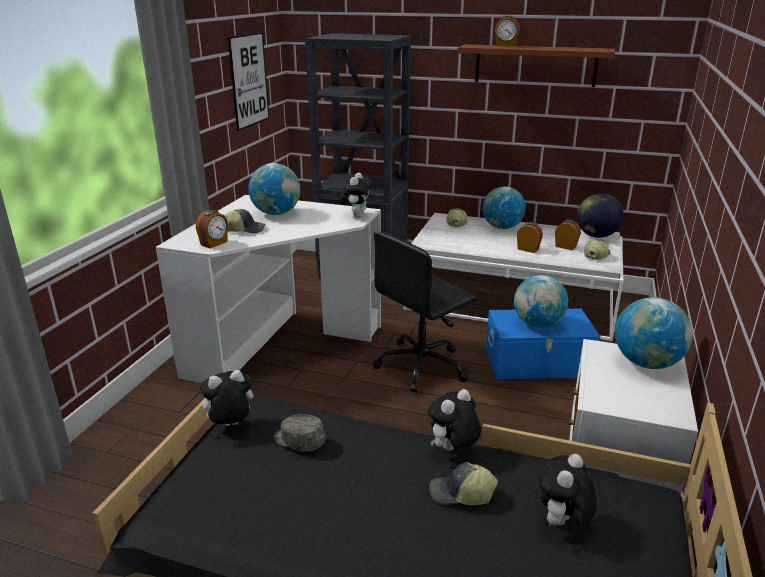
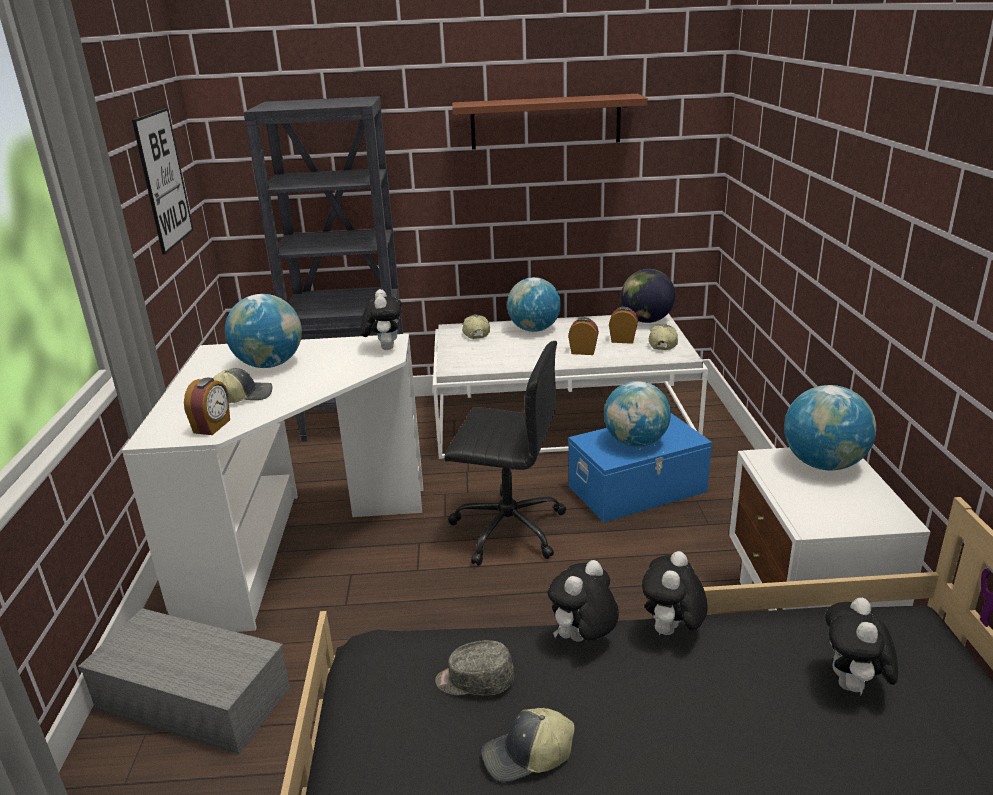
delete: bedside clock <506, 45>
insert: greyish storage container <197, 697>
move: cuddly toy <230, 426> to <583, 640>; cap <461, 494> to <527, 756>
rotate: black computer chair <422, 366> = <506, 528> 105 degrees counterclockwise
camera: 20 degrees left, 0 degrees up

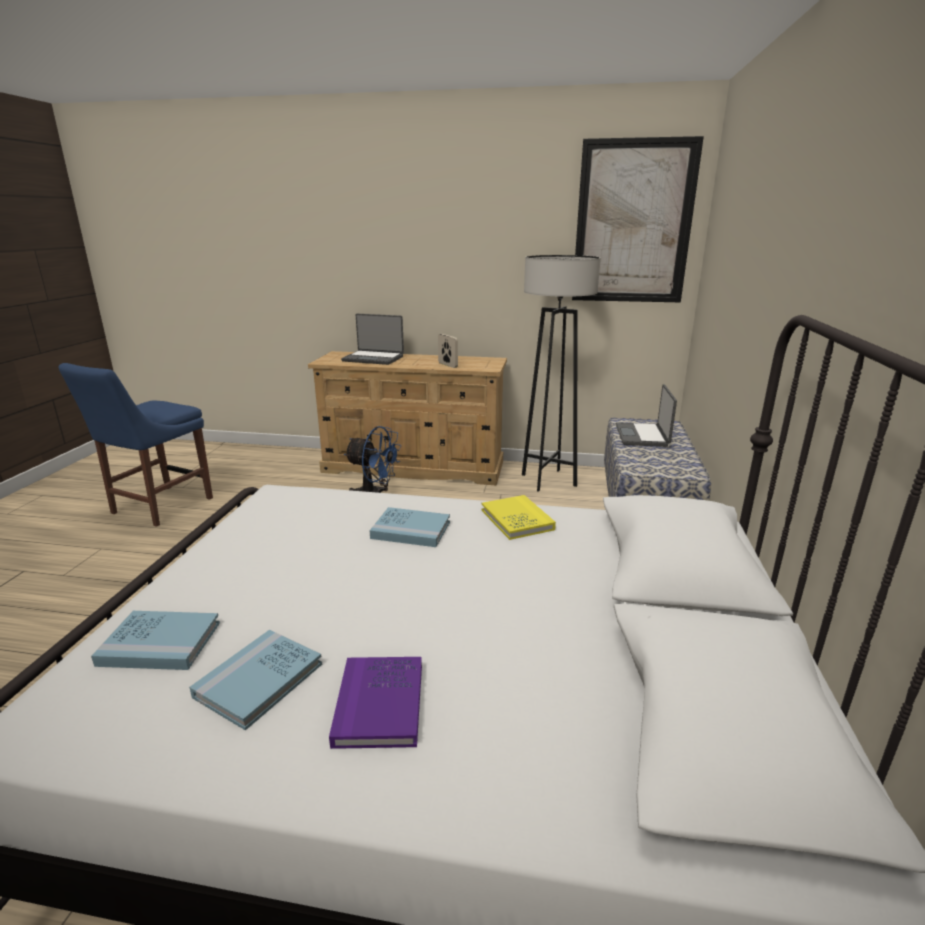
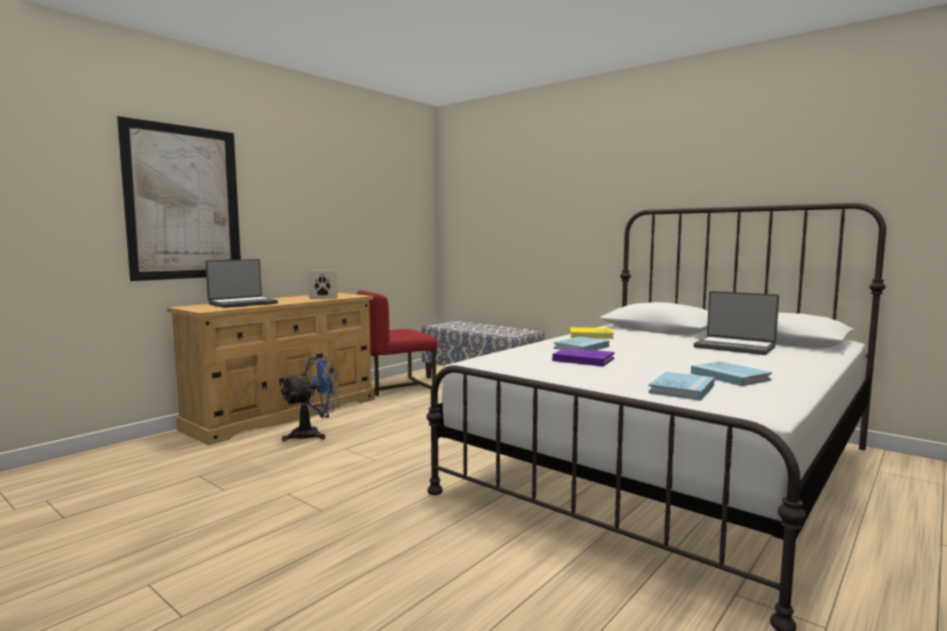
delete: bluish chair <158, 507>
move: purple-coloured bound book <379, 704> to <583, 360>; wall picture <633, 223> to <184, 203>; laptop <643, 436> to <735, 347>
replace: greyish standard lamp <548, 480> to red chair <396, 387>
camera: 60 degrees left, 15 degrees down

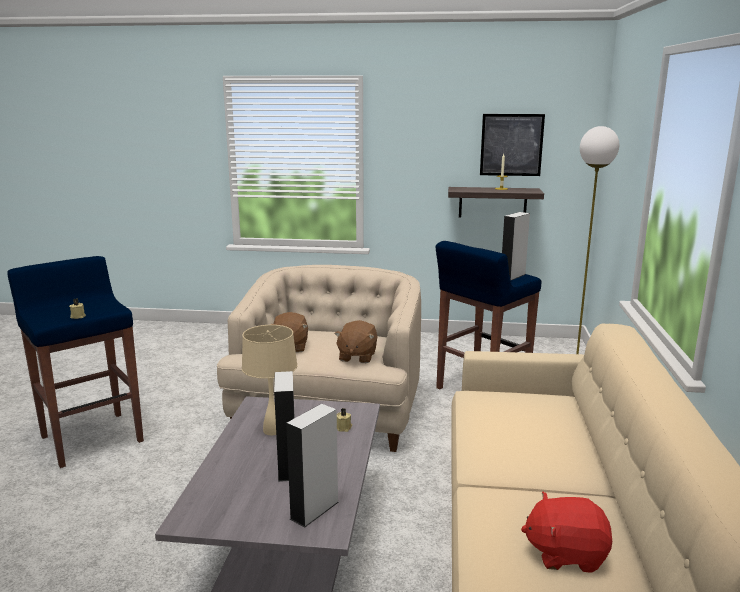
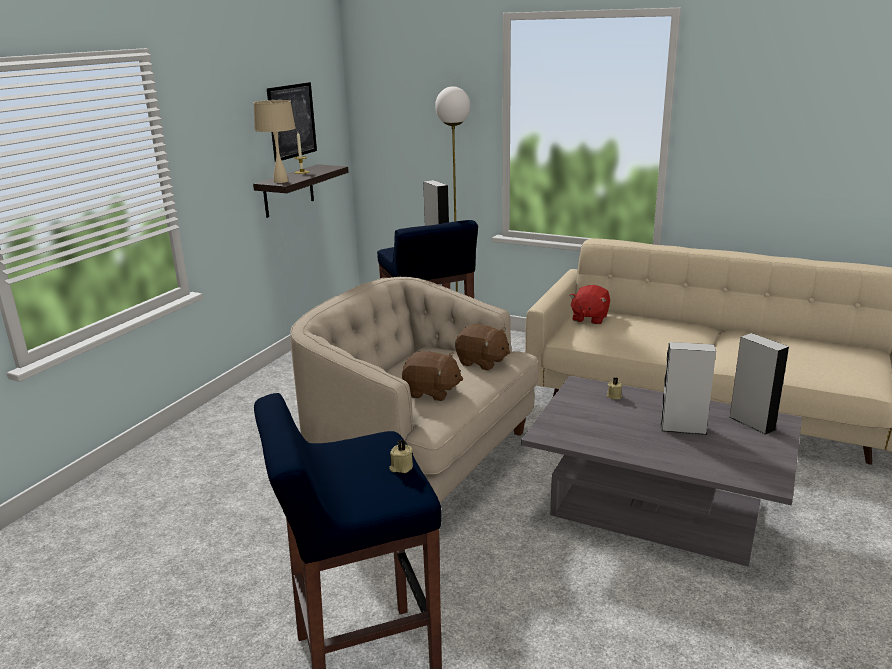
move: sand-coloured lamp for a table <272, 430> to <280, 181>; red cuddly toy <565, 553> to <589, 318>
camera: 70 degrees left, 5 degrees up

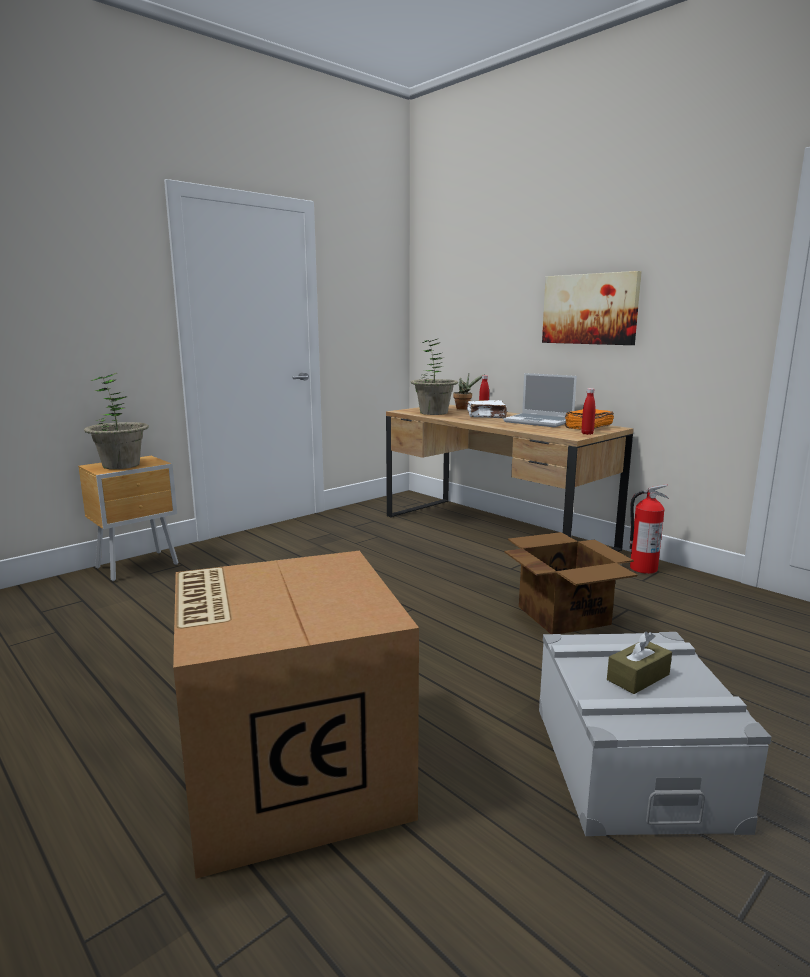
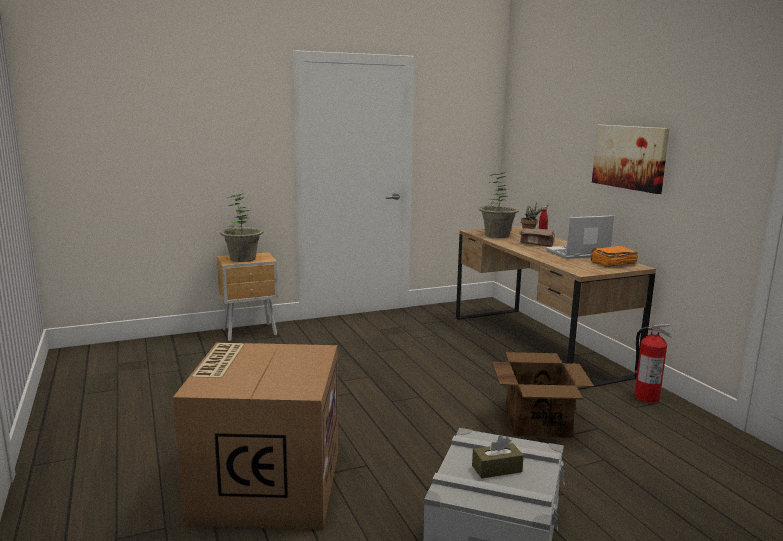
delete: red beverage bottle <587, 433>
recolor: white bound book <487, 417> to brown-coloured bound book <537, 243>
rotate: laptop <540, 422> = <577, 253> 105 degrees clockwise
camera: 20 degrees right, 0 degrees up

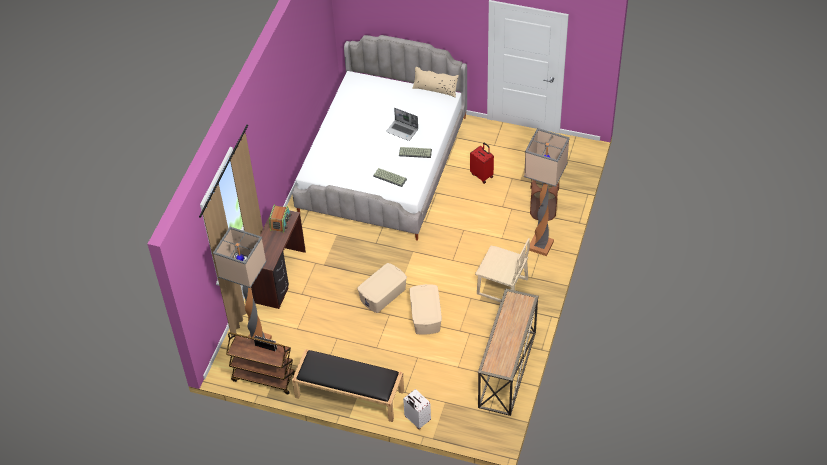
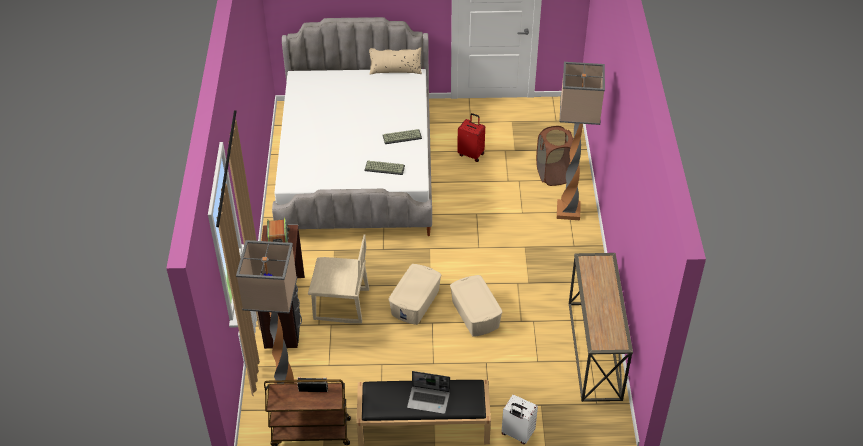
move: laptop <402, 130> to <429, 400>; sand-coloured chair <502, 287> to <341, 305>
camera: 20 degrees left, 5 degrees down

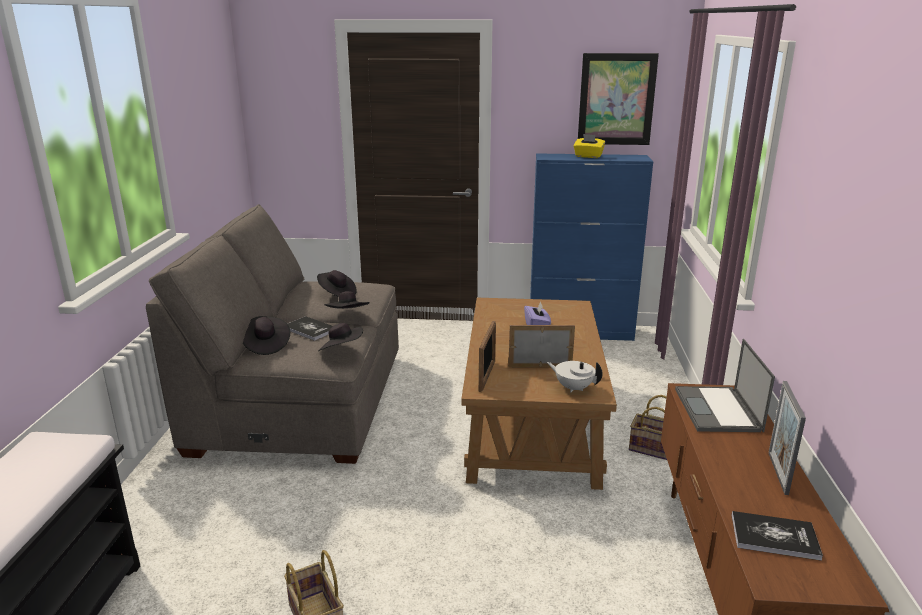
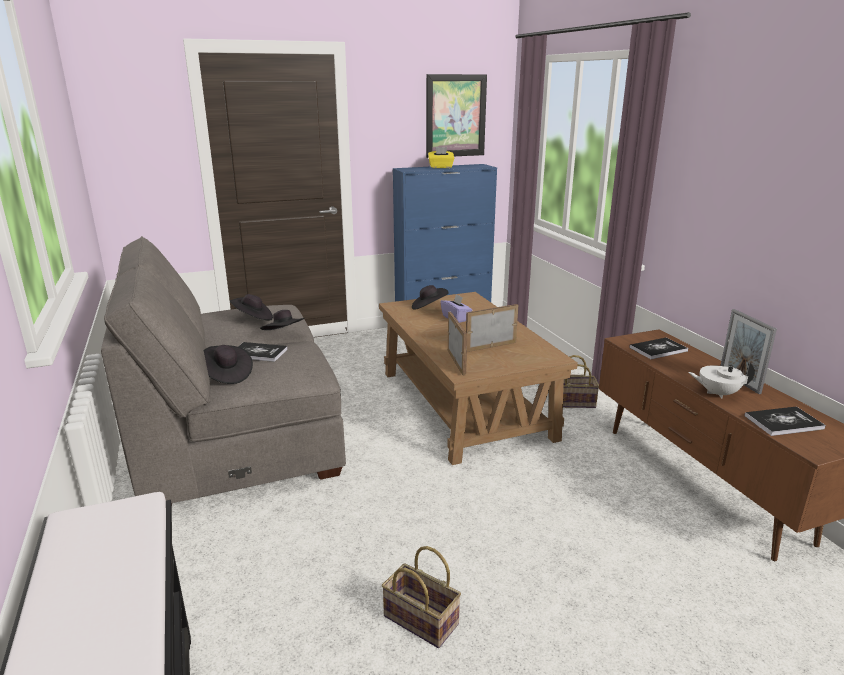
move: black hat <341, 350> to <429, 307>; white pot for tea <573, 388> to <717, 393>
replace: laptop <718, 410> to bound book <658, 349>
camera: 25 degrees left, 0 degrees up

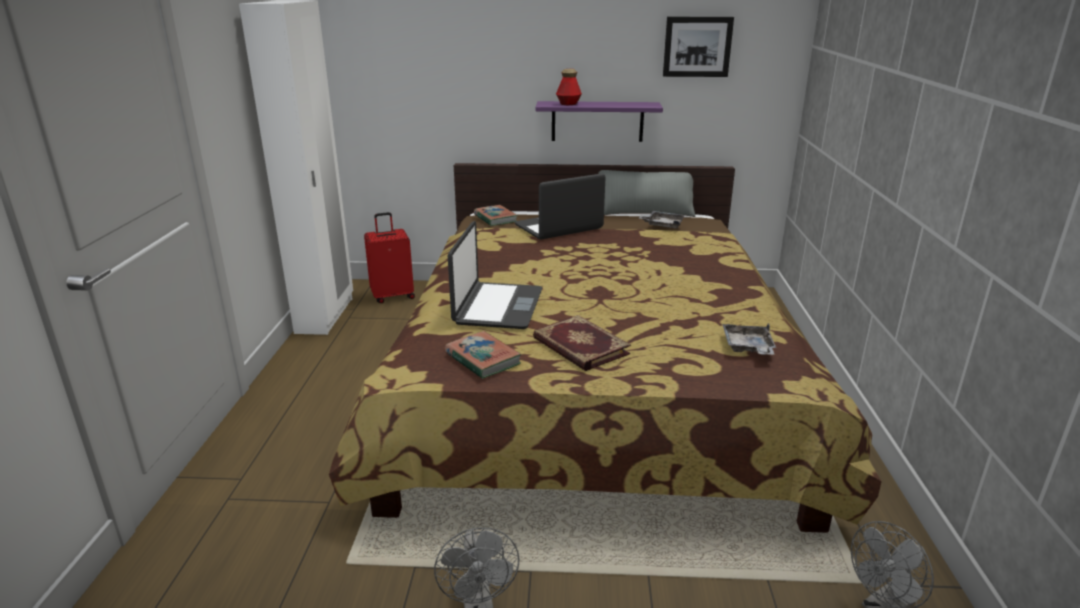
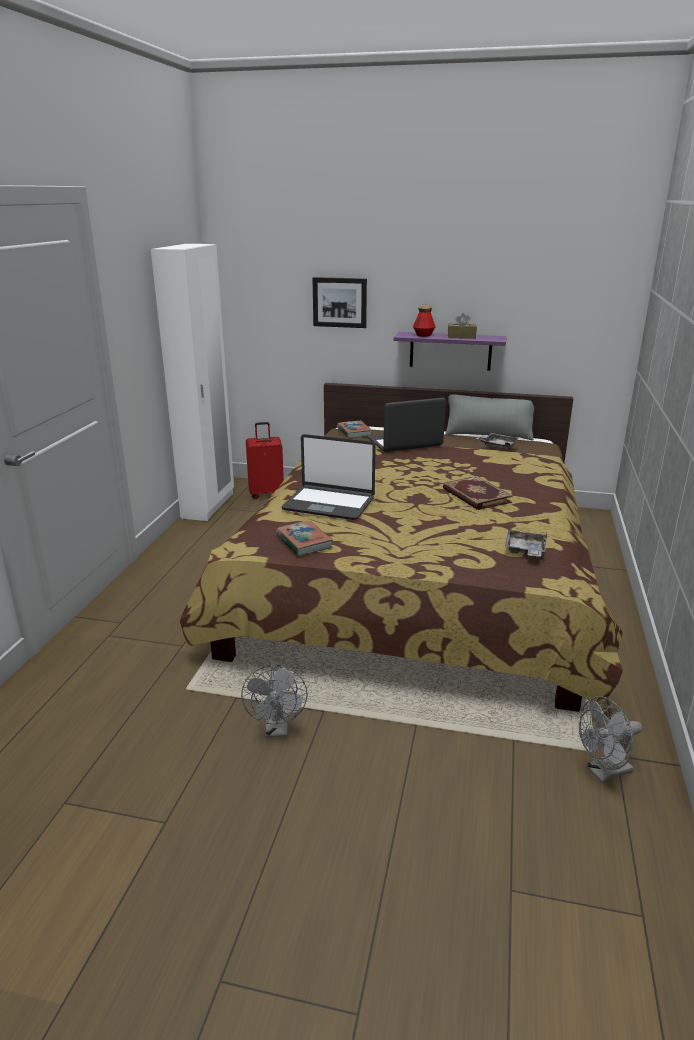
insert: brown-coloured tissue holder <461, 337>
move: bound book <579, 346> to <475, 496>; wall picture <697, 46> to <340, 302>
rotate: laptop <497, 307> = <329, 503> 90 degrees clockwise
camera: 10 degrees right, 0 degrees up

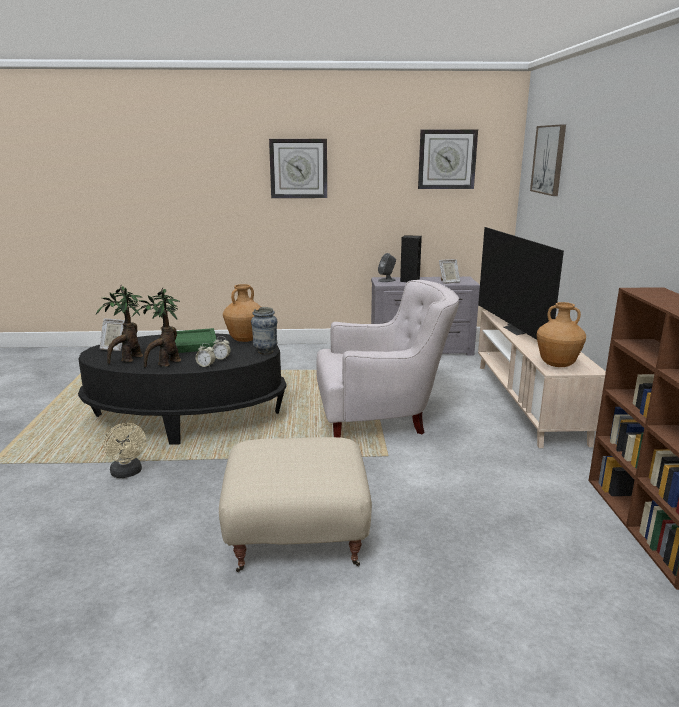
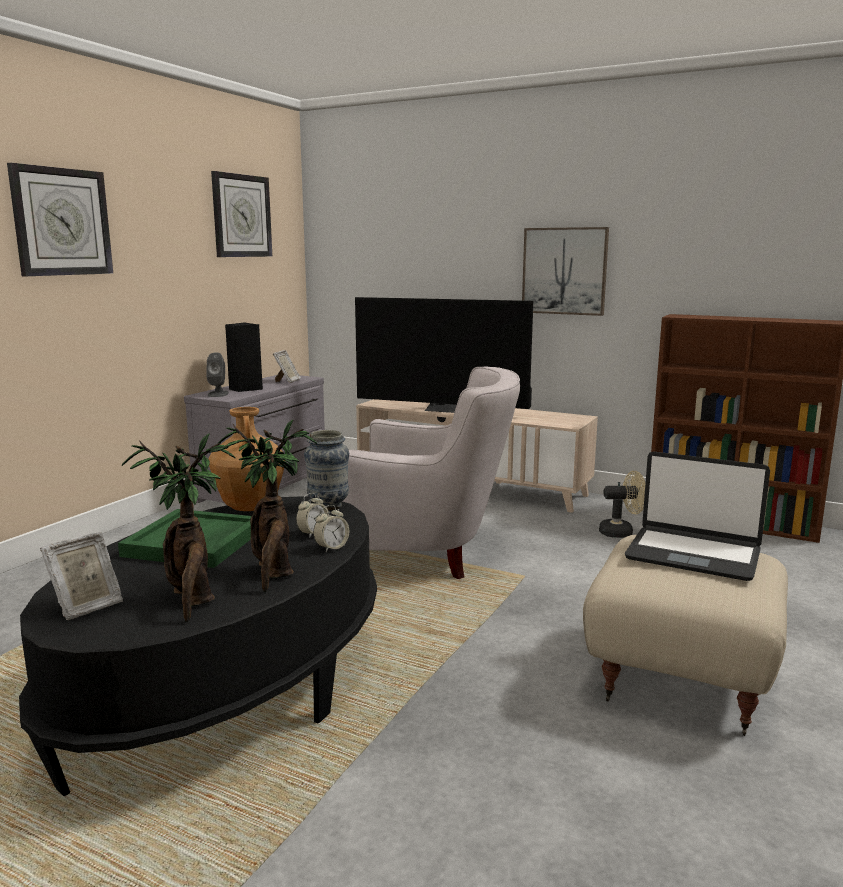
delete: brown-coloured flower vase <556, 365>
insert: laptop <693, 554>
move: sand-coloured fan <127, 473> to <621, 532>; wall picture <549, 160> to <564, 271>
rotate: white lounge chair <381, 417> = <421, 553> 75 degrees clockwise
camera: 60 degrees left, 5 degrees down

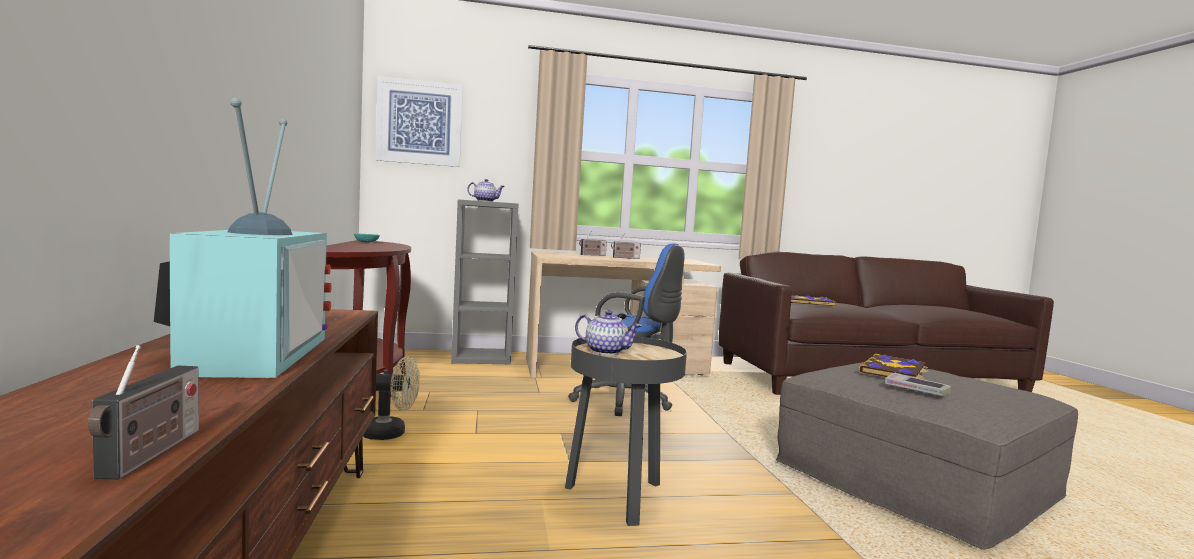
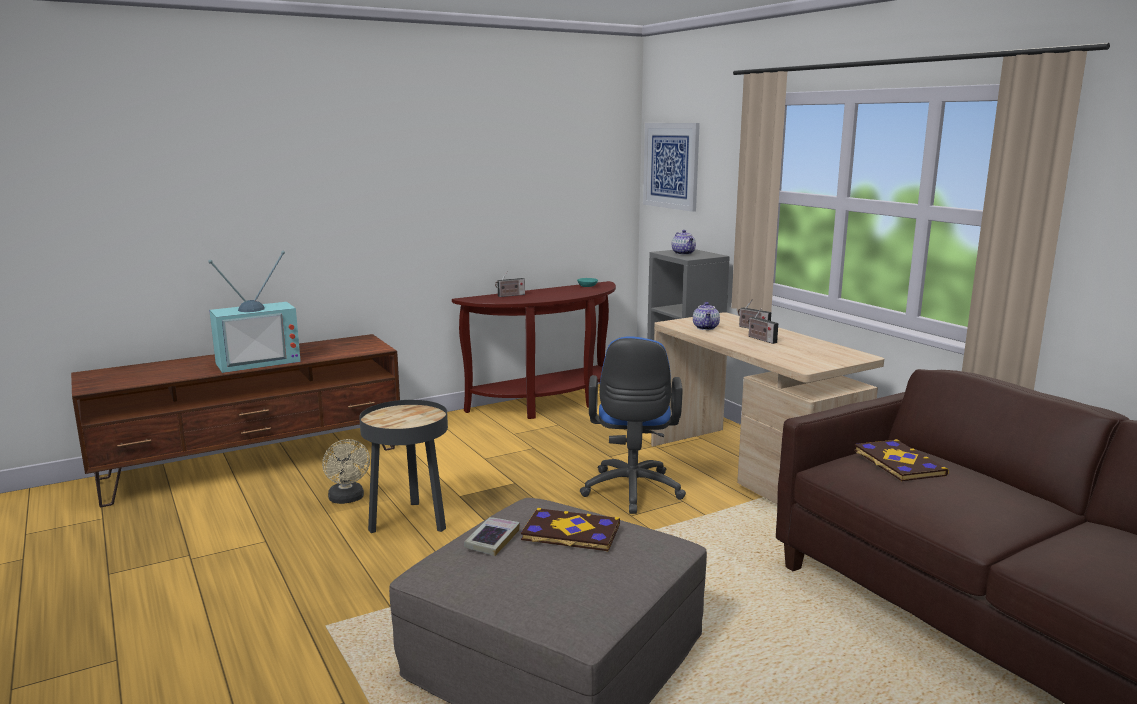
move: radio set <149, 455> to <510, 295>; sand-coloured fan <391, 433> to <347, 499>; pot for tea <606, 351> to <706, 328>
camera: 70 degrees right, 10 degrees up

